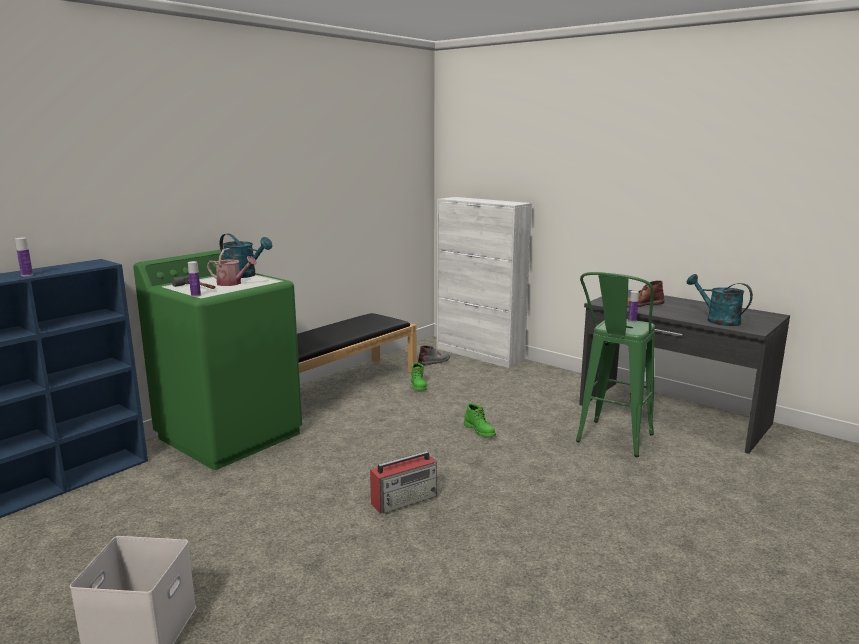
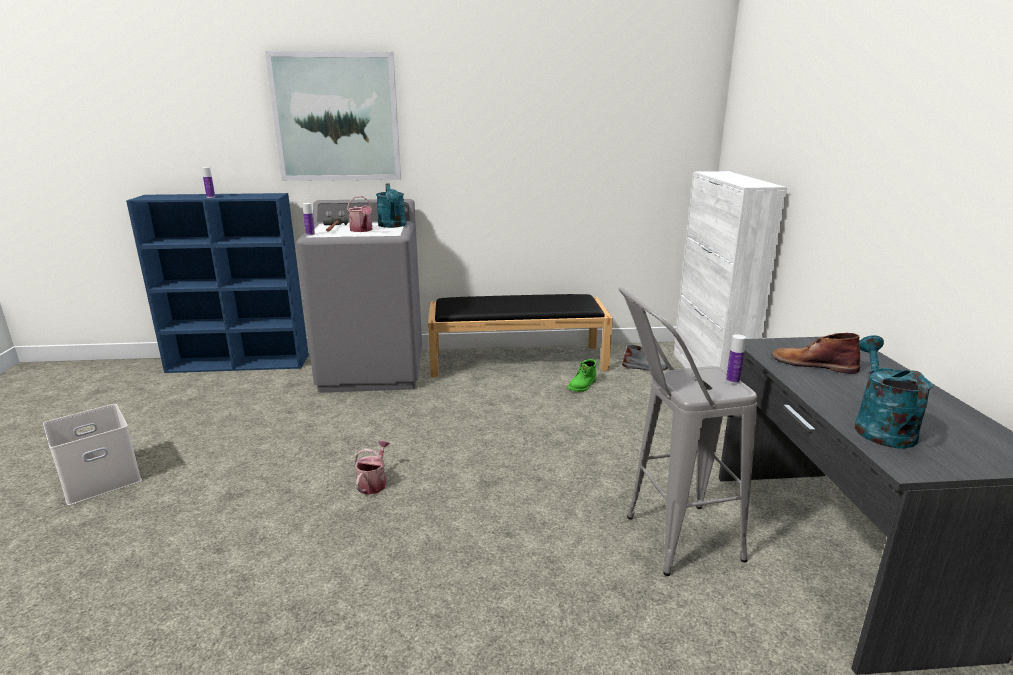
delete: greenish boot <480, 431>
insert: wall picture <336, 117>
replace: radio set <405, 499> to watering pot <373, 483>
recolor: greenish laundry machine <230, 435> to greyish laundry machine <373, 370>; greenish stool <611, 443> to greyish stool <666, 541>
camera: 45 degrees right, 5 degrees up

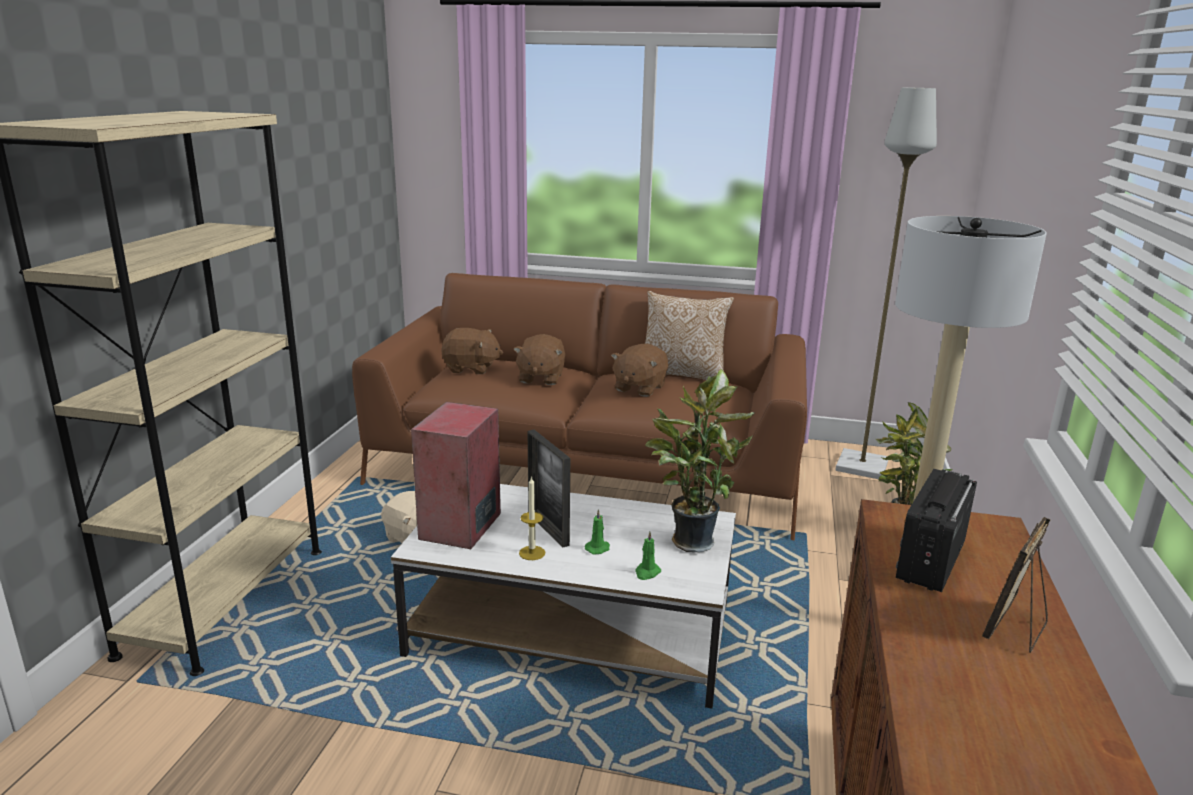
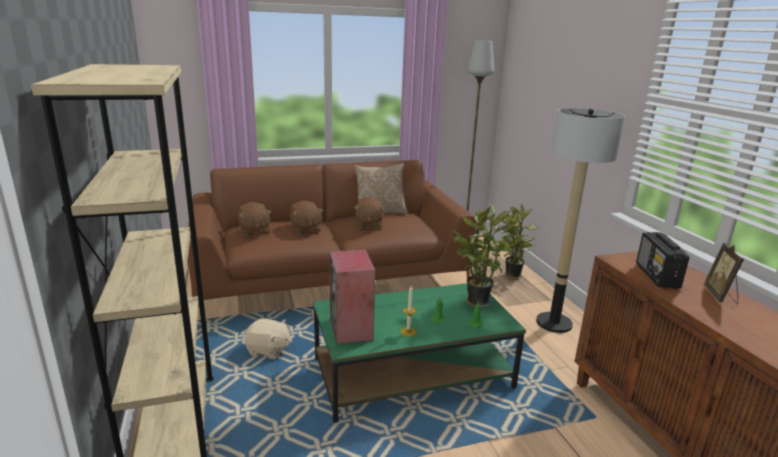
delete: picture frame <548, 529>
recolor: white lounge table <574, 629> to greenish lounge table <413, 372>
rotate: brown-coloured cuddly toy <471, 368> = <254, 231> 90 degrees clockwise
camera: 30 degrees left, 0 degrees up

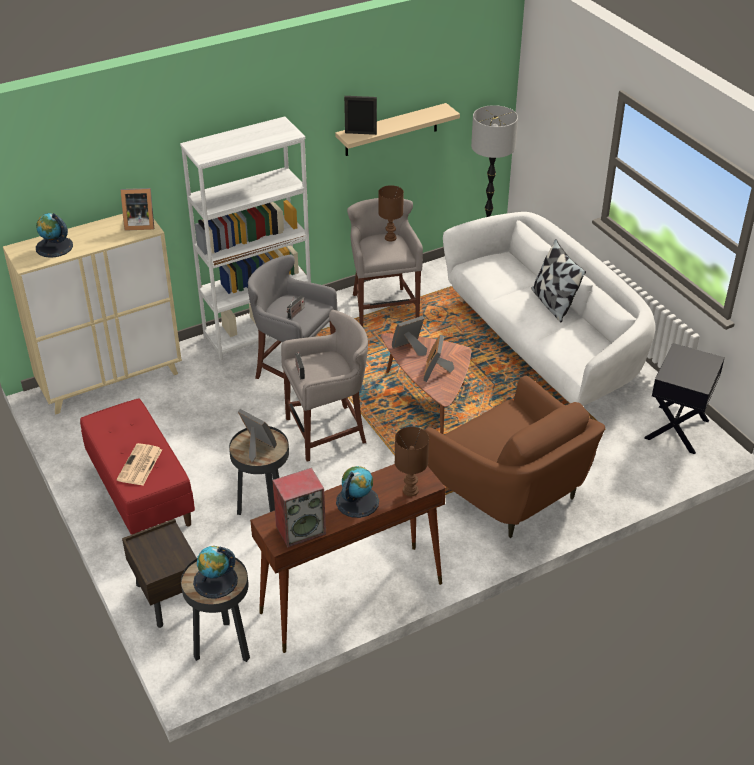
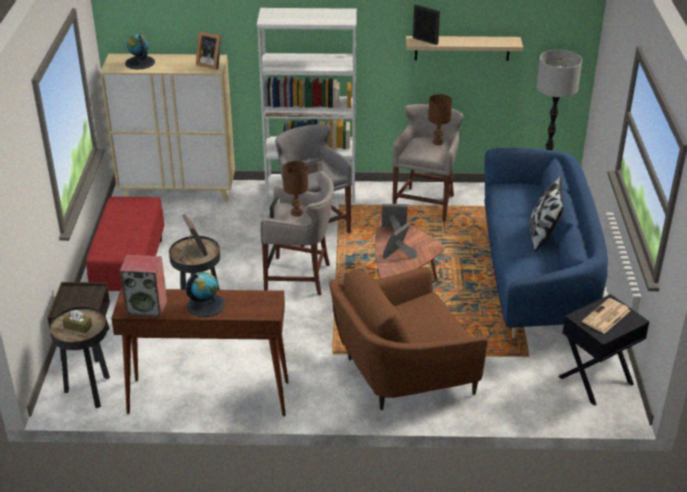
move: daily paper <140, 465> to <606, 317>; brown-coloured lamp for a table <411, 491> to <296, 213>
replace: desk globe <215, 581> to brown-coloured tissue holder <78, 327>
recolor: white sofa <544, 345> to bluish sofa <535, 275>
rotate: brown-coloured lounge chair <511, 492> = <402, 372> 75 degrees clockwise
camera: 30 degrees right, 5 degrees down

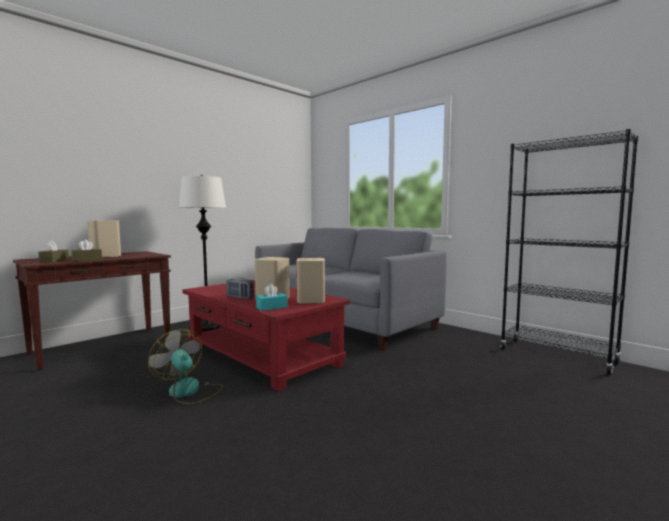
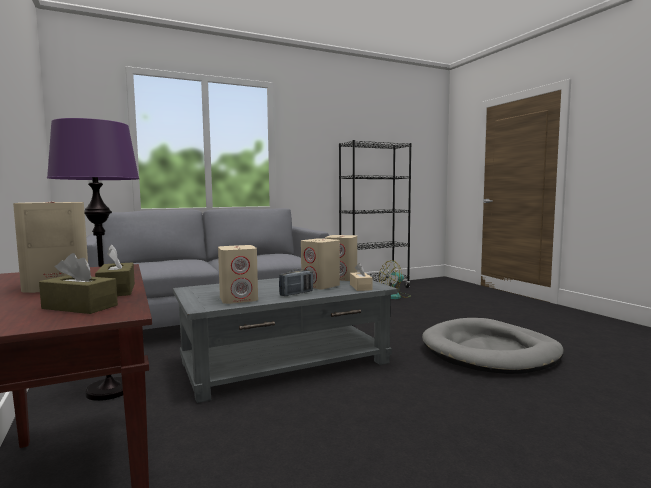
insert: sand-coloured audio speaker <239, 299>; greyish pet bed <490, 351>
move: fan <189, 392> to <394, 296>
recolor: white standard lamp <207, 327> to purple-coloured standard lamp <109, 390>; red lounge table <262, 355> to greyish lounge table <286, 362>; turquoise-coloured tissue holder <272, 307> to sand-coloured tissue holder <360, 287>
camera: 70 degrees left, 0 degrees up

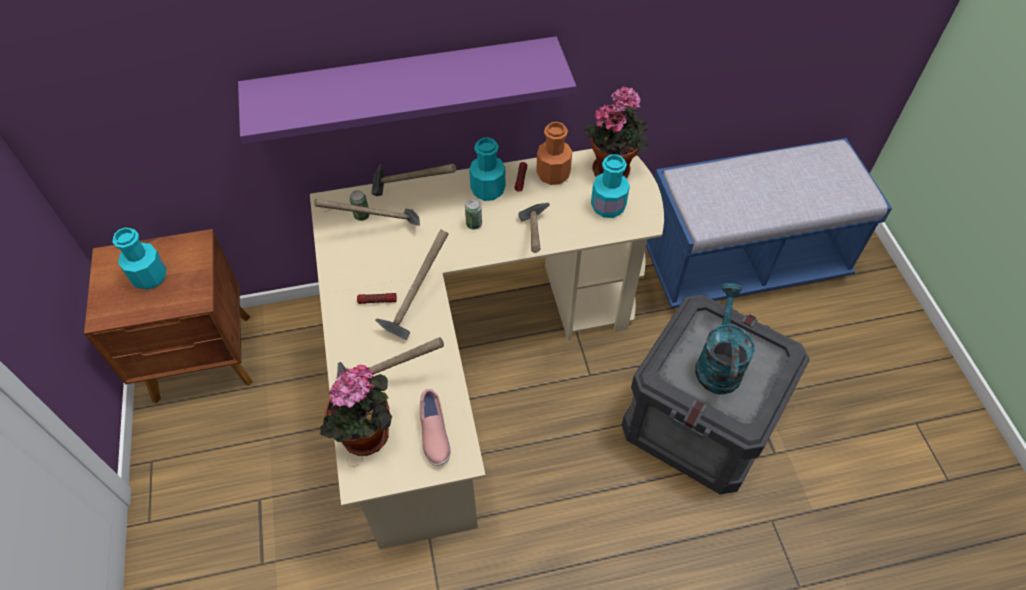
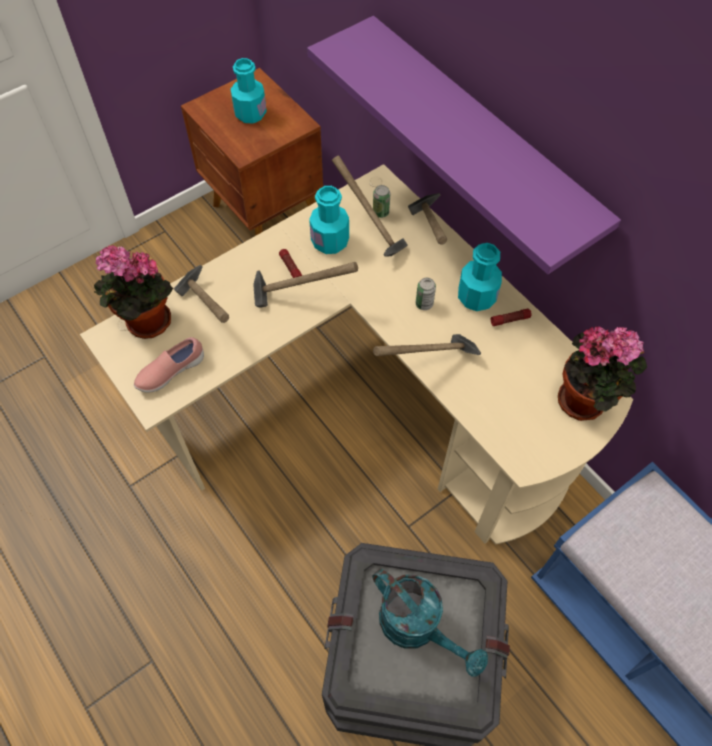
delete: orange beverage bottle <553, 174>
move: turquoise-coloured beverage bottle <608, 206> to <330, 241>
rotate: turquoise-coloured watering pot <718, 363> = <418, 627> 60 degrees clockwise
camera: 65 degrees right, 5 degrees up

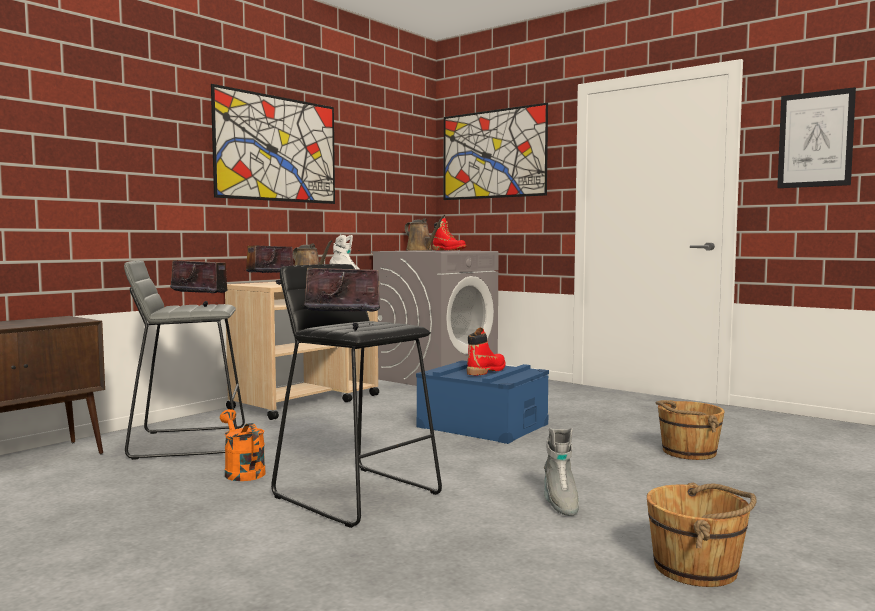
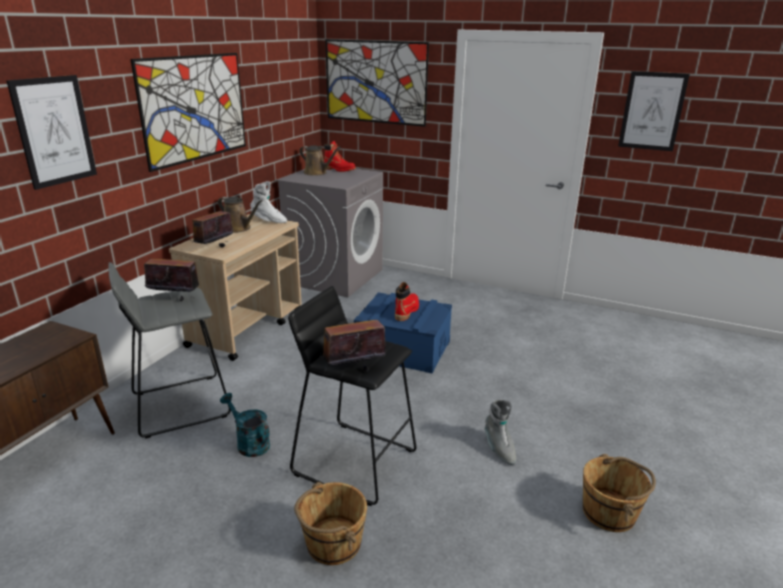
insert: wall picture <54, 131>
move: brown-coloured water bucket <687, 452> to <332, 543>
recolor: orange watering pot <242, 472> to turquoise-coloured watering pot <249, 443>
camera: 15 degrees left, 20 degrees up

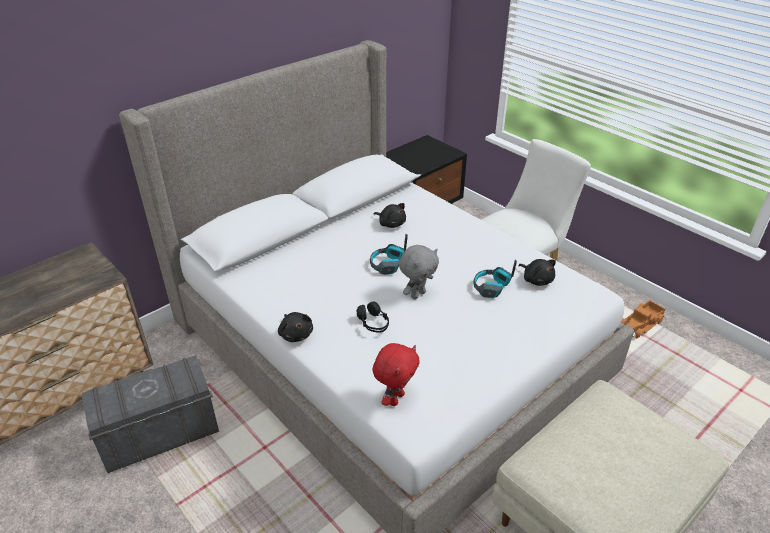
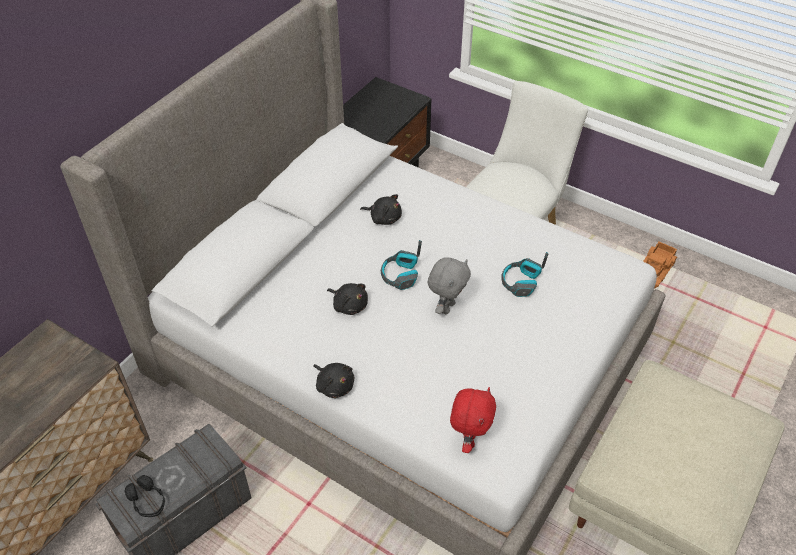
move: black headphones <373, 323> to <148, 501>; black cuddly toy <536, 280> to <349, 305>
camera: 15 degrees left, 10 degrees up

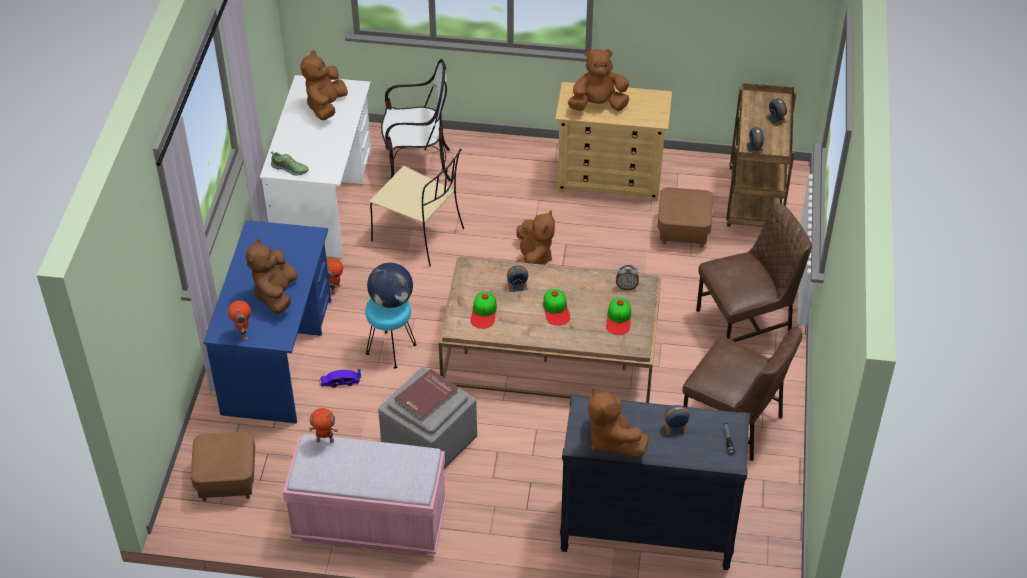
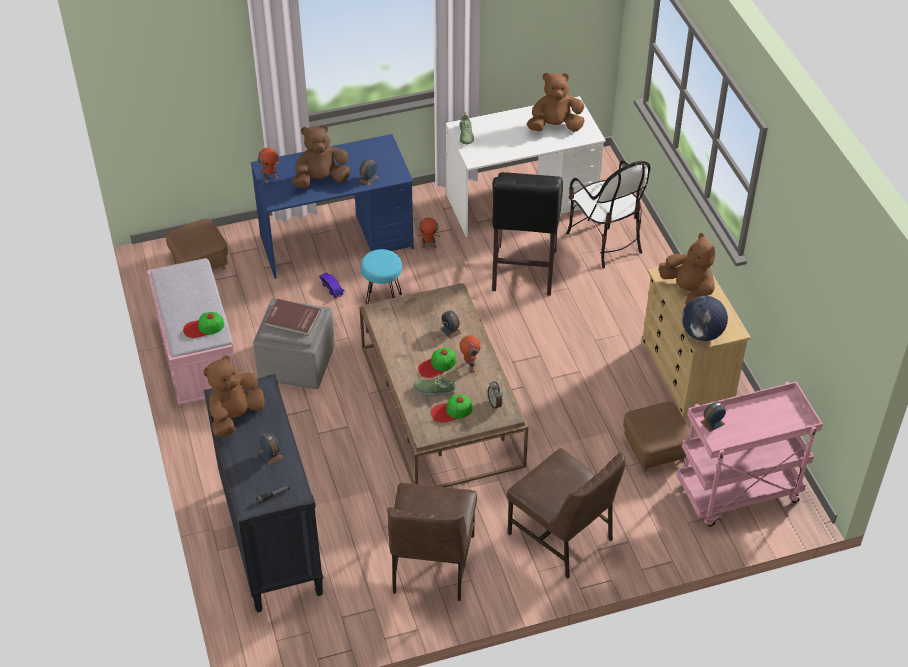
delete: brown-coloured cuddly toy <532, 259>
insert: low shoe <434, 390>
move: model robot <324, 441> to <469, 366>; desk globe <391, 300> to <702, 334>; cap <484, 312> to <203, 327>; bedside clock <776, 119> to <368, 179>
replace: sand-coloured chair <420, 236> to black stool <523, 274>
recolor: brown-coloured cart <755, 201> to pink-coloured cart <737, 494>
camera: 65 degrees right, 0 degrees up

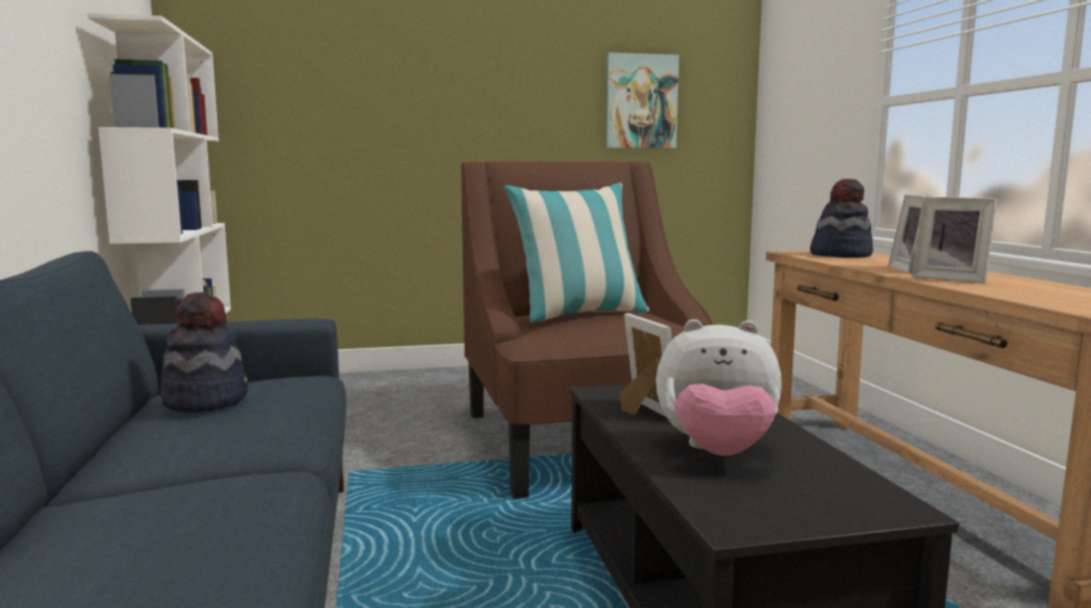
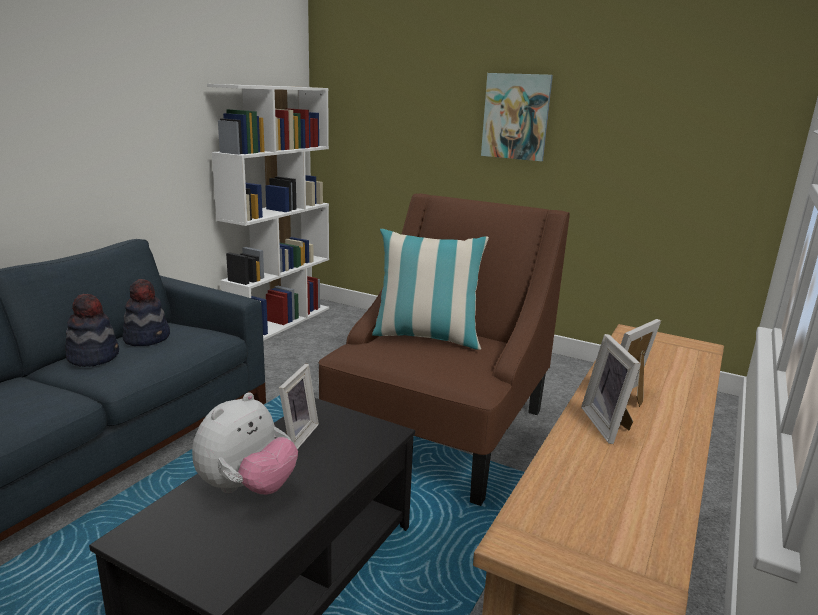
move: wall picture <640, 101> to <516, 117>; hat <840, 255> to <94, 356>
rotate: cuddly toy <717, 452> = <247, 488> 105 degrees counterclockwise
camera: 40 degrees right, 10 degrees up

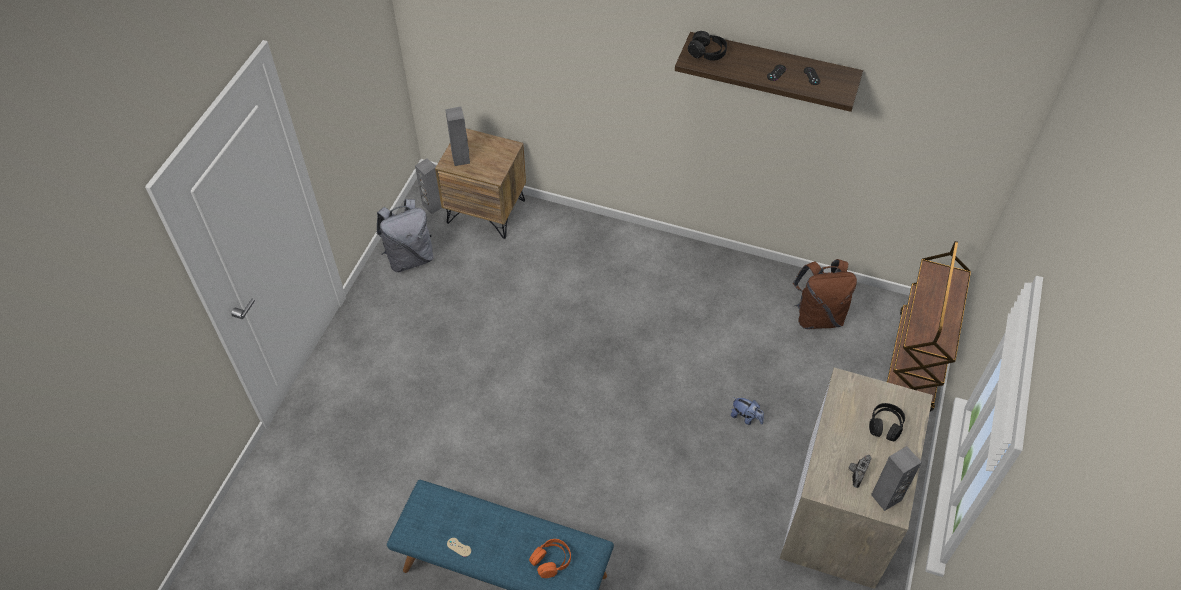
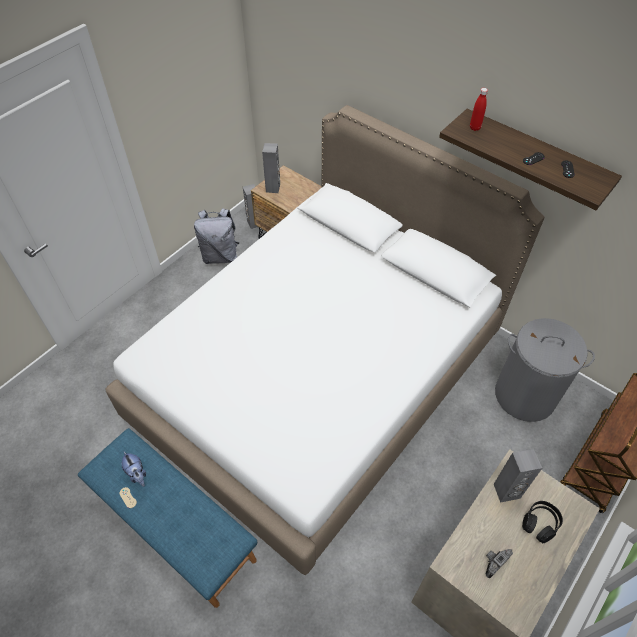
delete: orange headphones <551, 561>
insert: white bed <318, 377>
move: cuddly toy <746, 417> to <137, 474>; greyish audio speaker <886, 498> to <507, 491>
replace: black headphones <707, 52> to red beverage bottle <475, 128>; brown-coloured rucksack <818, 316> to greyish hamper <525, 395>
camera: 20 degrees right, 0 degrees up

